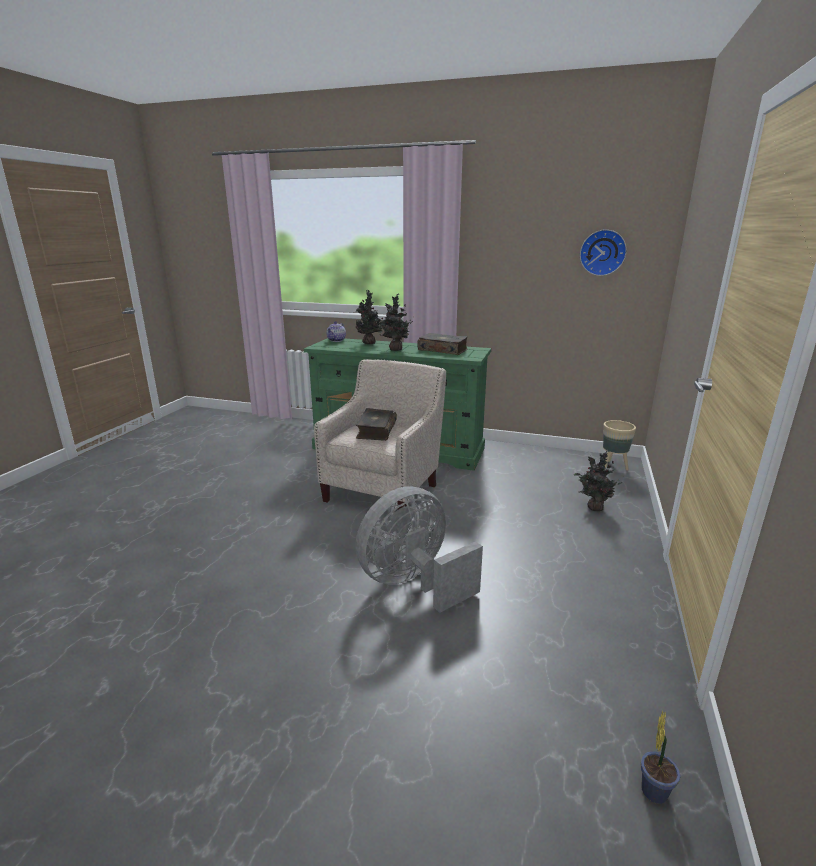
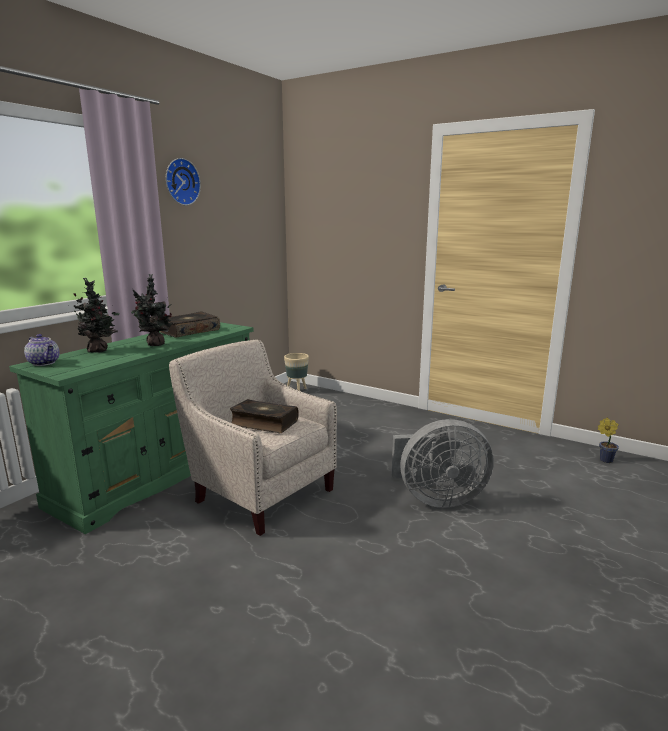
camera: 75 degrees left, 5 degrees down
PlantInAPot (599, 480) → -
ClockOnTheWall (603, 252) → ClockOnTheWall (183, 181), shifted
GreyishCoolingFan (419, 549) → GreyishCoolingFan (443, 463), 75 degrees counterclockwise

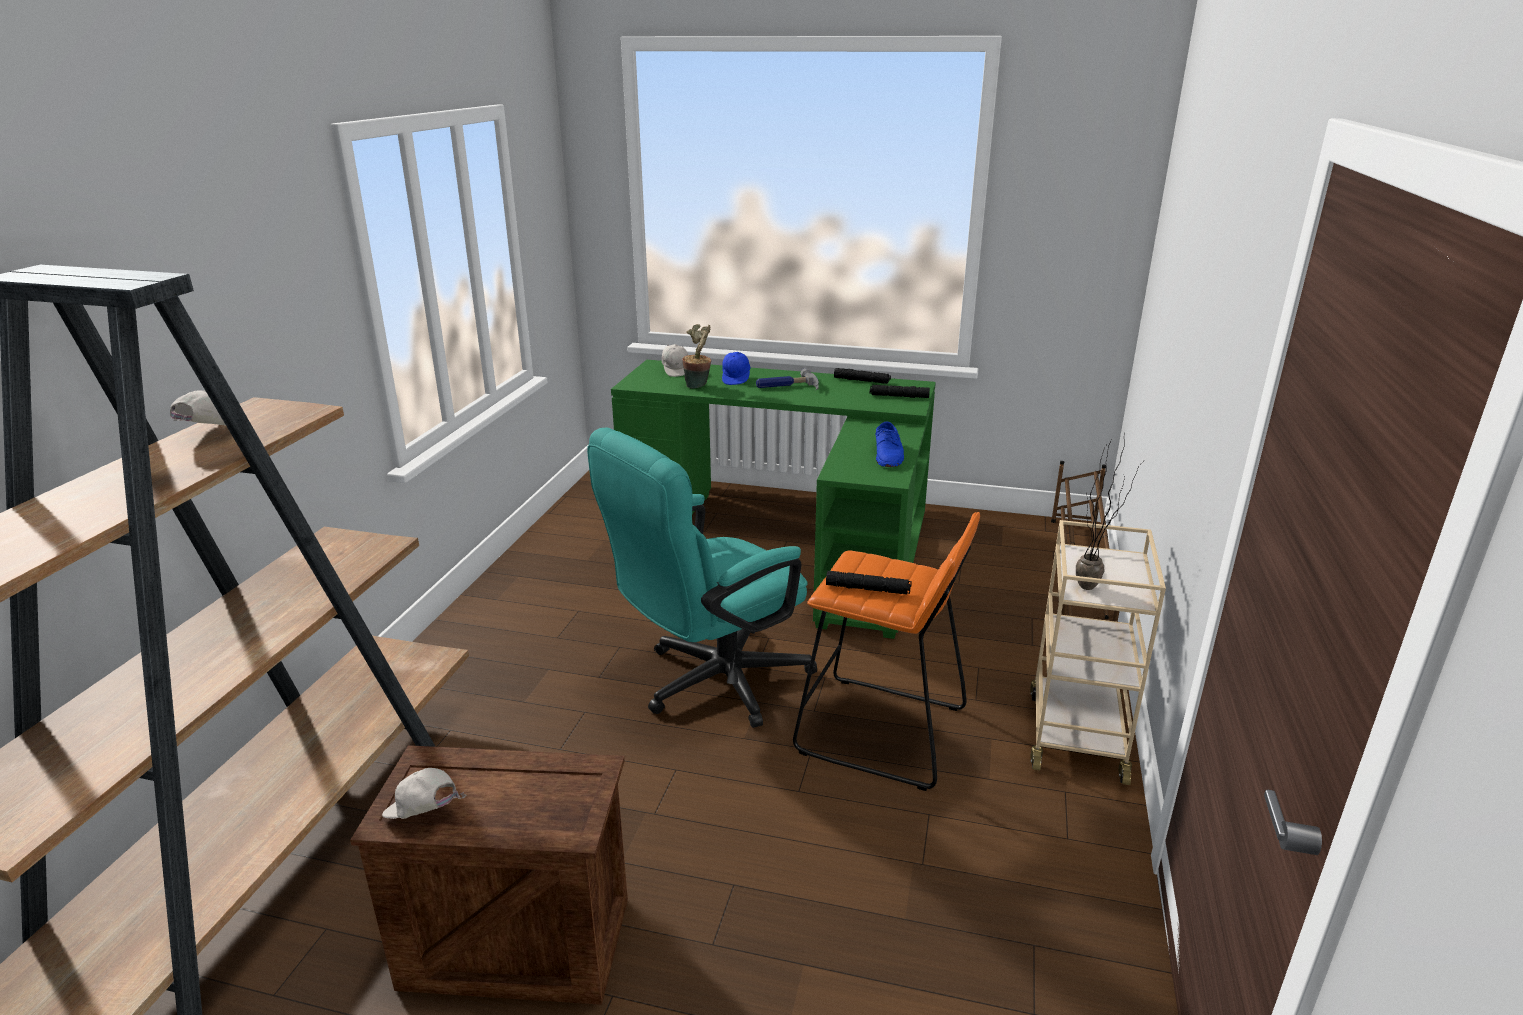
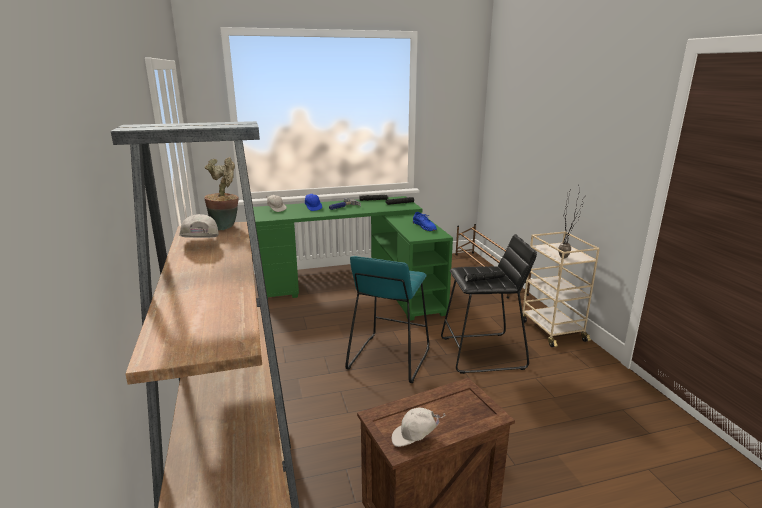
camera: 30 degrees left, 5 degrees down
PlantInAPot (696, 356) → PlantInAPot (221, 193), shifted
TurquoiseComputerChair (702, 577) → TurquoiseStoolSeat (387, 319)
OrangeColouredStoolSeat (886, 651) → BlackStoolSeat (489, 304)

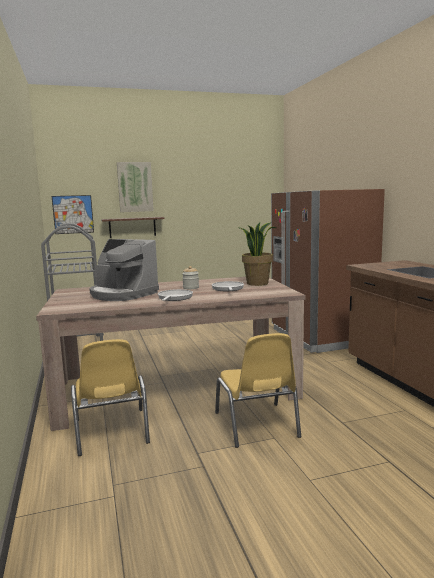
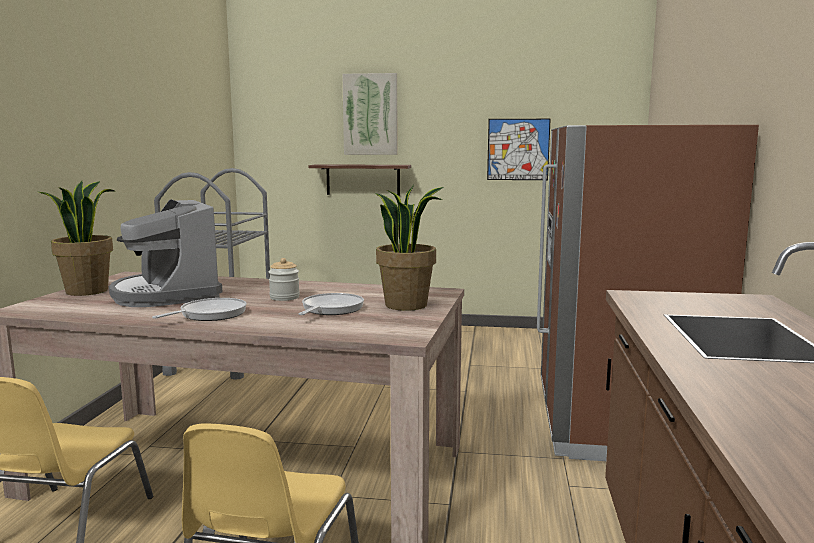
camera: 25 degrees right, 0 degrees up
- → PlantInAPot (77, 238)
Picture (73, 214) → Picture (519, 149), shifted

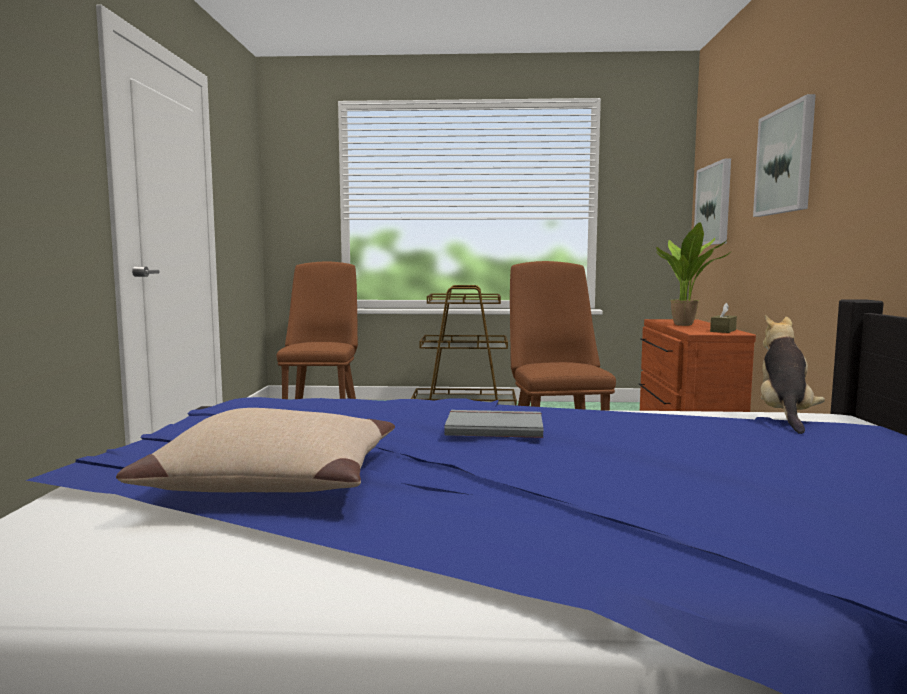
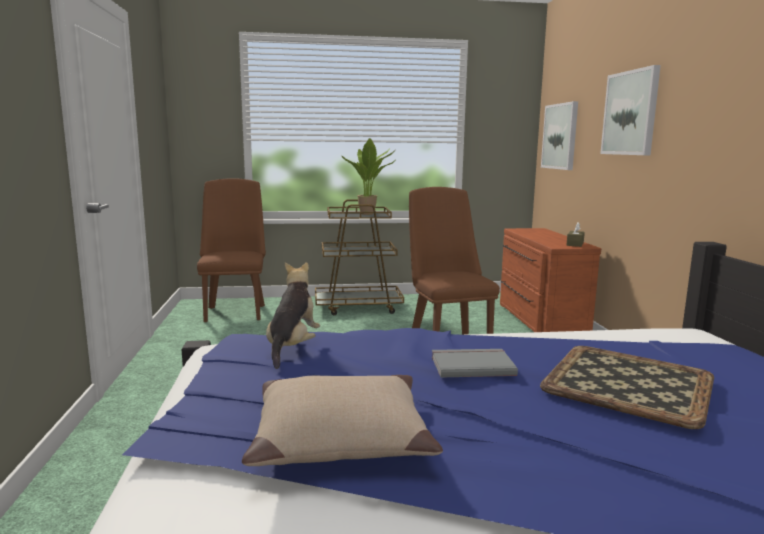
camera: 10 degrees left, 5 degrees up
- → ServingTray (627, 387)
PlantInAPot (693, 274) → PlantInAPot (369, 176), shifted
SoftToy (793, 374) → SoftToy (293, 315), shifted

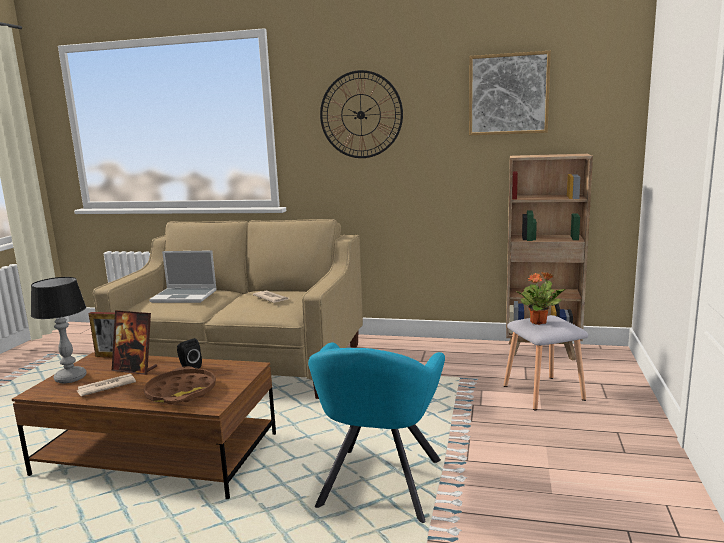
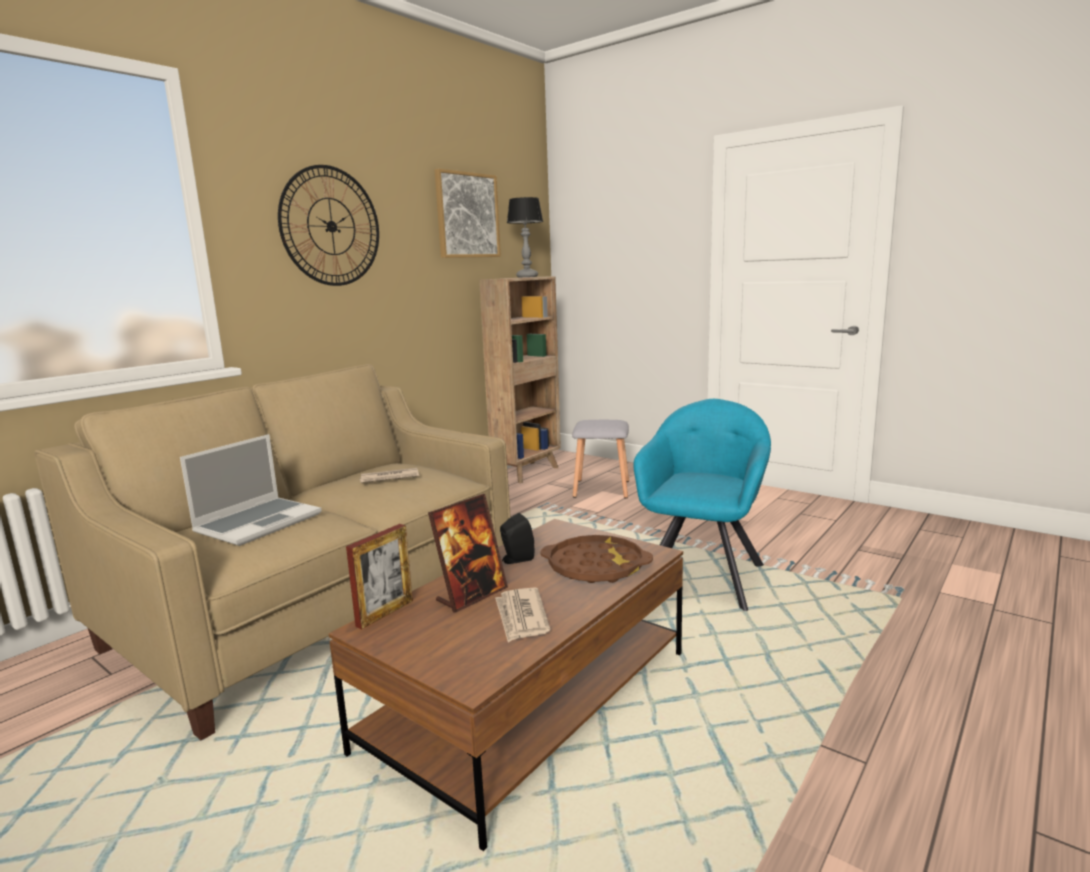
camera: 65 degrees left, 0 degrees up
PlantInAPot (540, 298) → -
TableLamp (59, 330) → TableLamp (525, 237), shifted
TurquoiseEasyChair (376, 432) → TurquoiseEasyChair (702, 505), 105 degrees counterclockwise

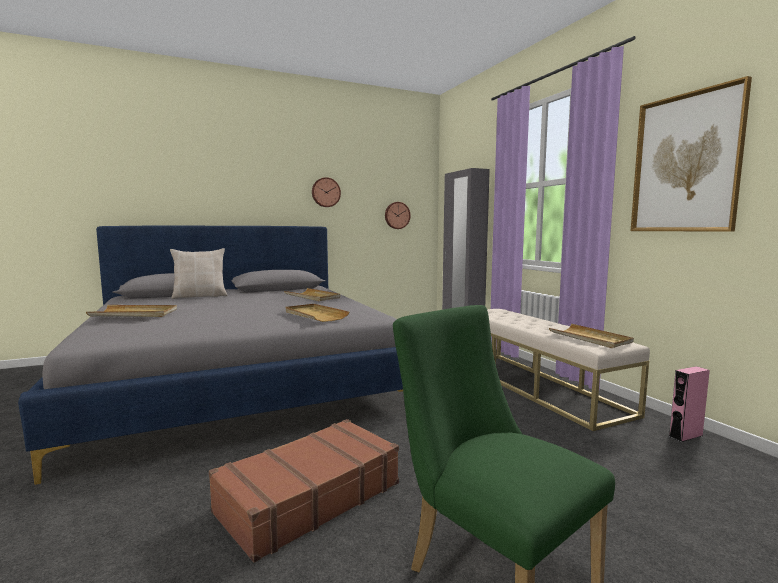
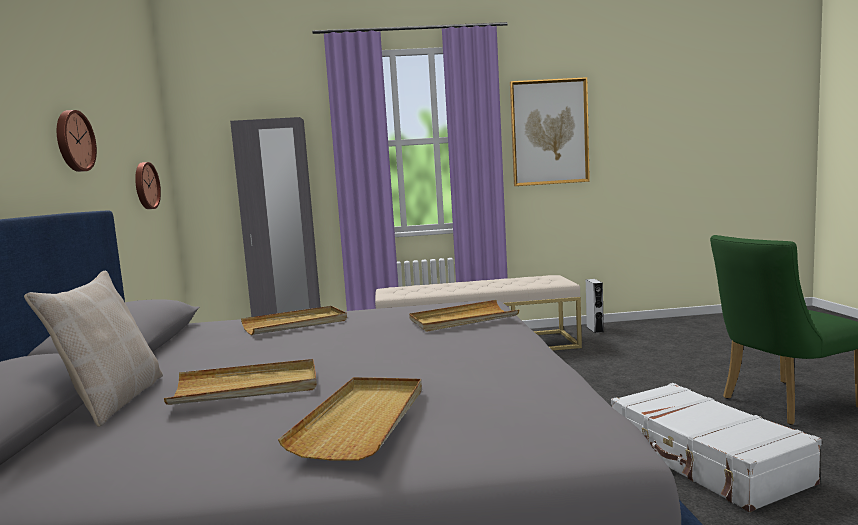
camera: 70 degrees left, 0 degrees up
BeigeColouredServingTray (591, 336) → BeigeColouredServingTray (240, 382), shifted
BrownPieceOfLuggage (304, 491) → WhiteColouredPieceOfLuggage (716, 447)
PinkishLoudspeaker (689, 404) → GreyishLoudspeaker (595, 306)

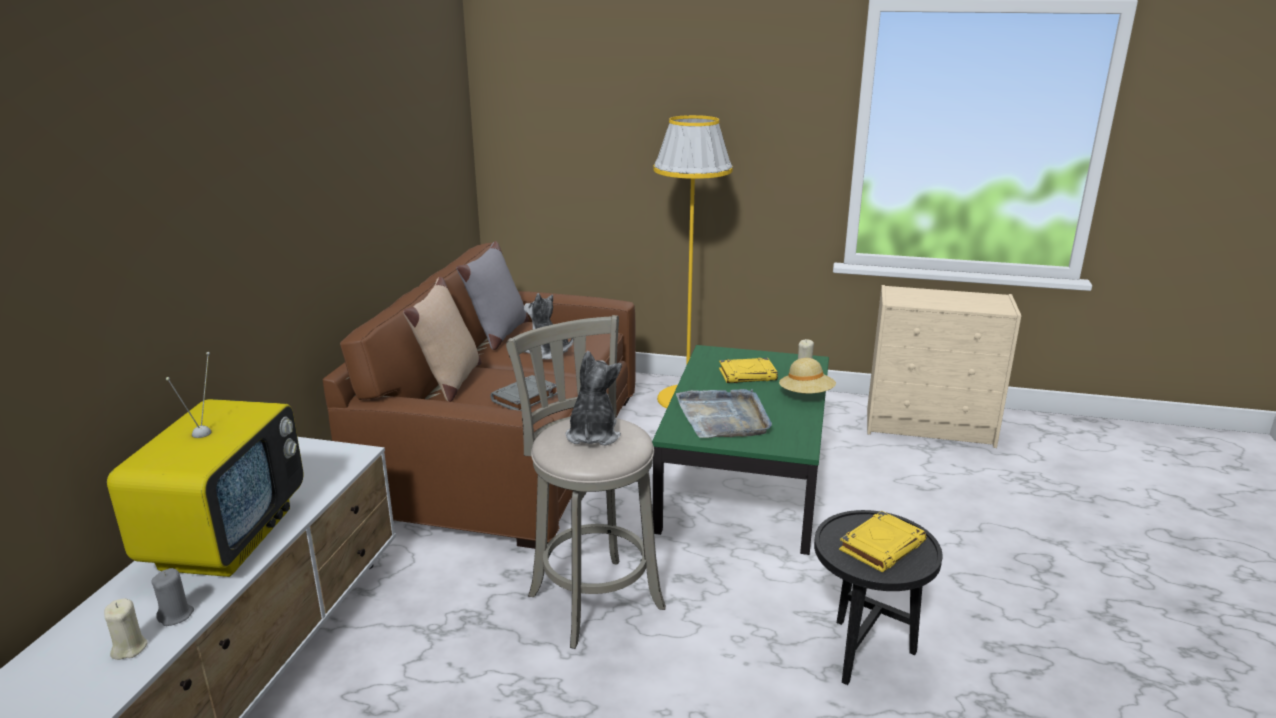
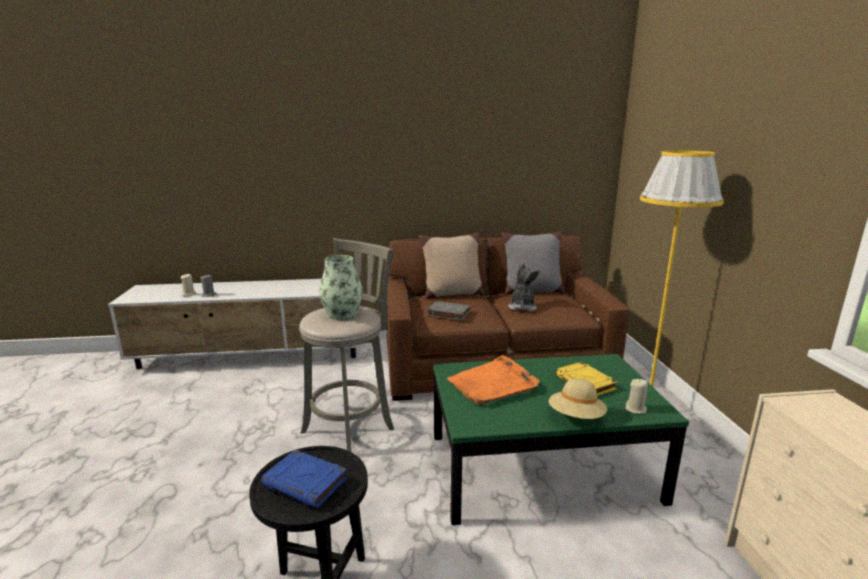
camera: 70 degrees right, 5 degrees down
Tv (205, 464) → -
SoftToy (594, 398) → Vase (341, 287)
GreyishServingTray (724, 413) → OrangeColouredServingTray (493, 380)
YellowishVolume (883, 541) → BluishVolume (304, 479)

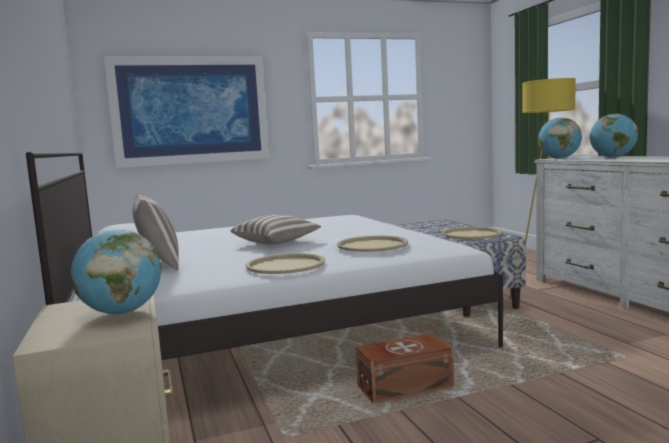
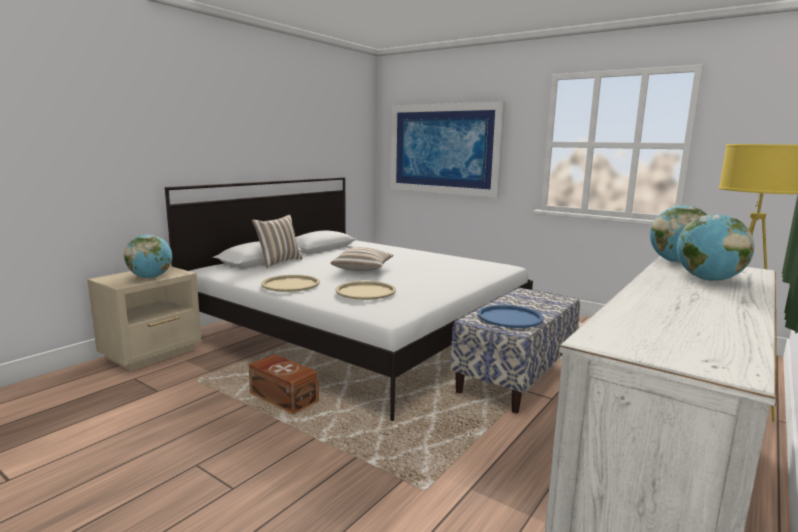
camera: 55 degrees right, 5 degrees up
BeigeColouredServingTray (472, 233) → BluishServingTray (510, 316)

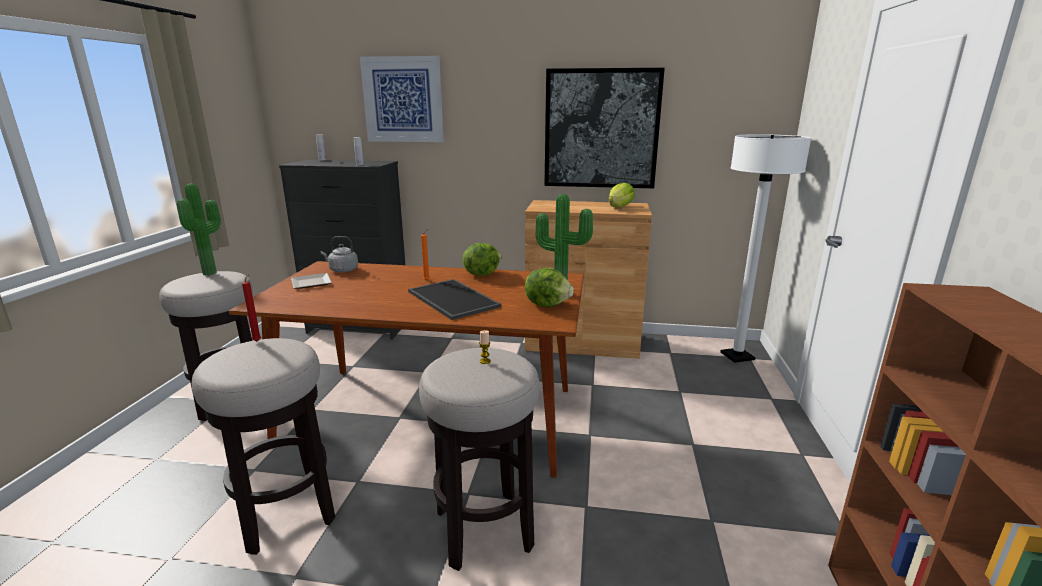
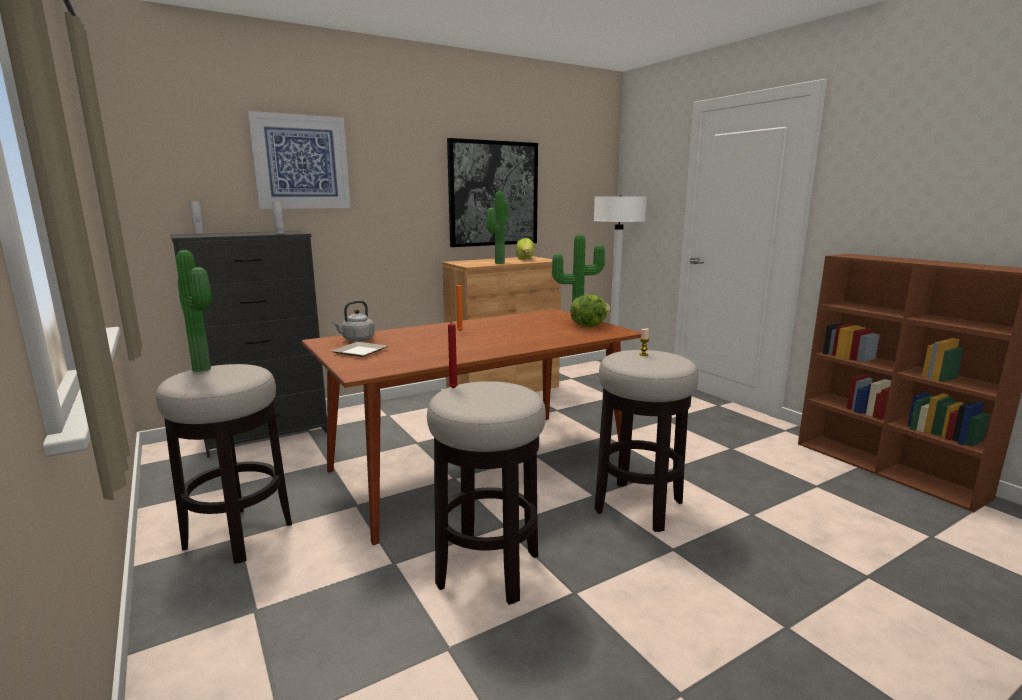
camera: 40 degrees left, 5 degrees down
ServingTray (454, 299) → -
HeadOfLettuce (482, 259) → -
- → PlantInAPot (497, 227)

